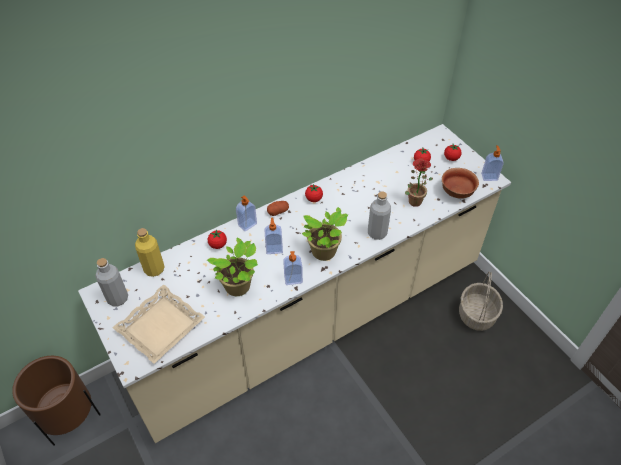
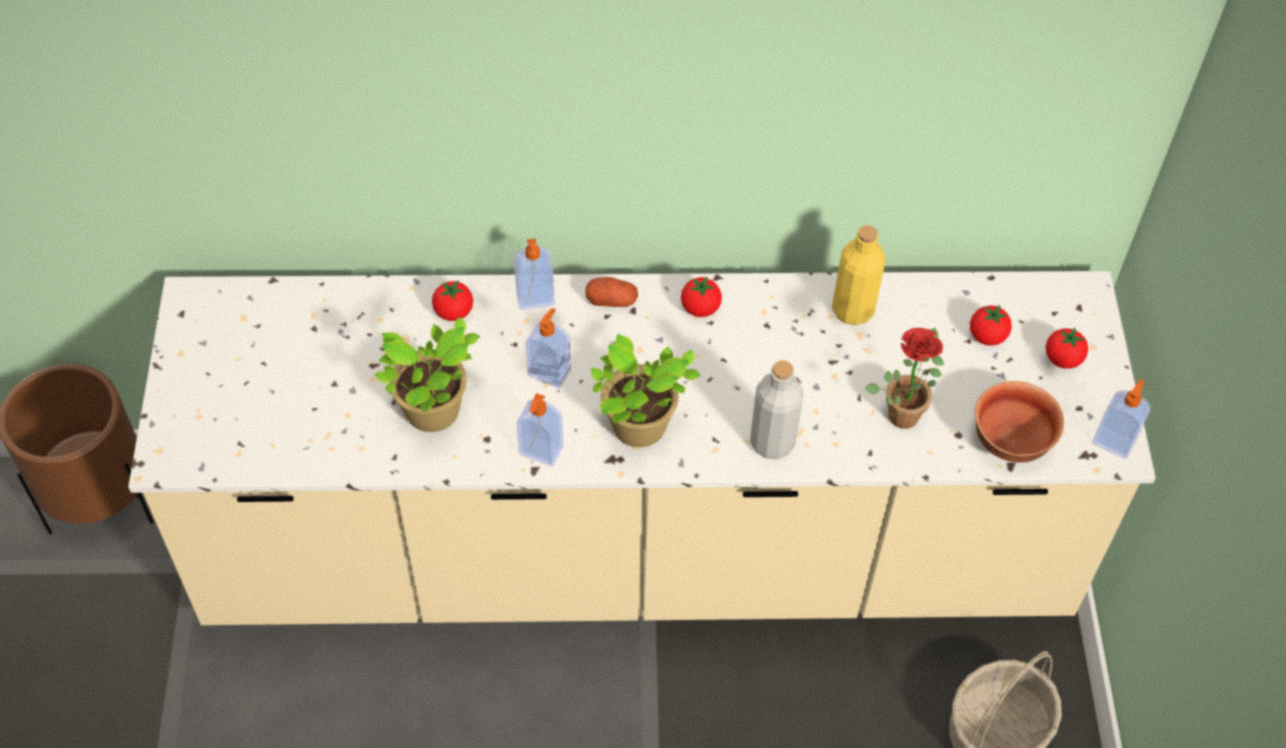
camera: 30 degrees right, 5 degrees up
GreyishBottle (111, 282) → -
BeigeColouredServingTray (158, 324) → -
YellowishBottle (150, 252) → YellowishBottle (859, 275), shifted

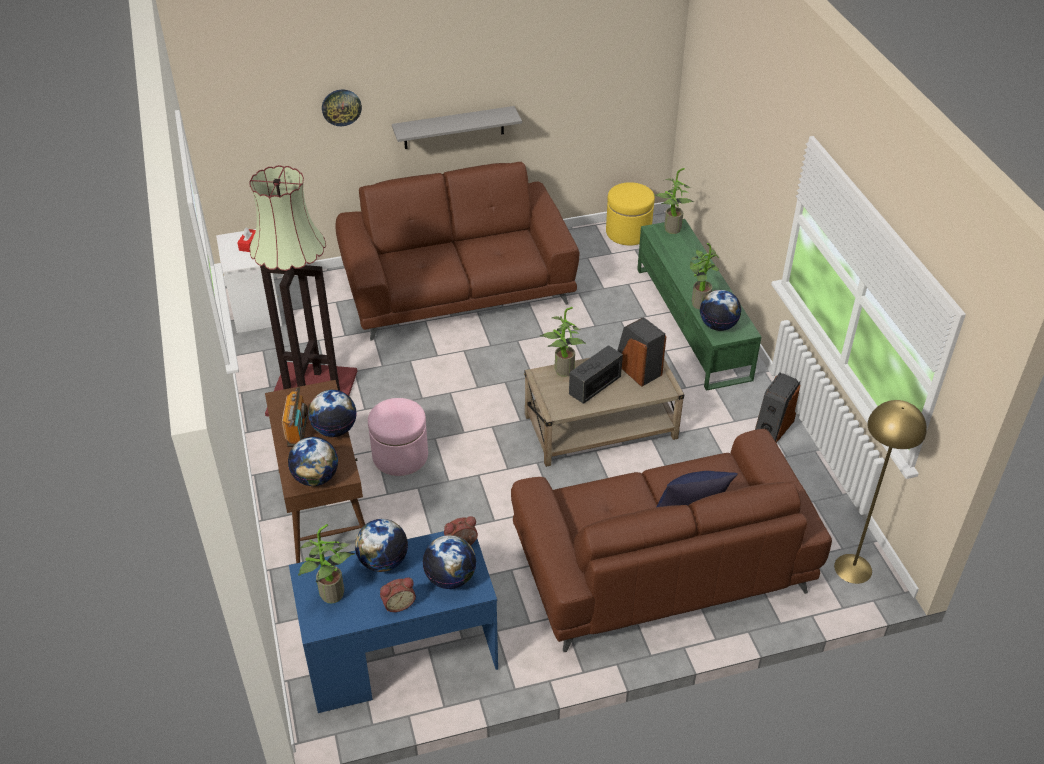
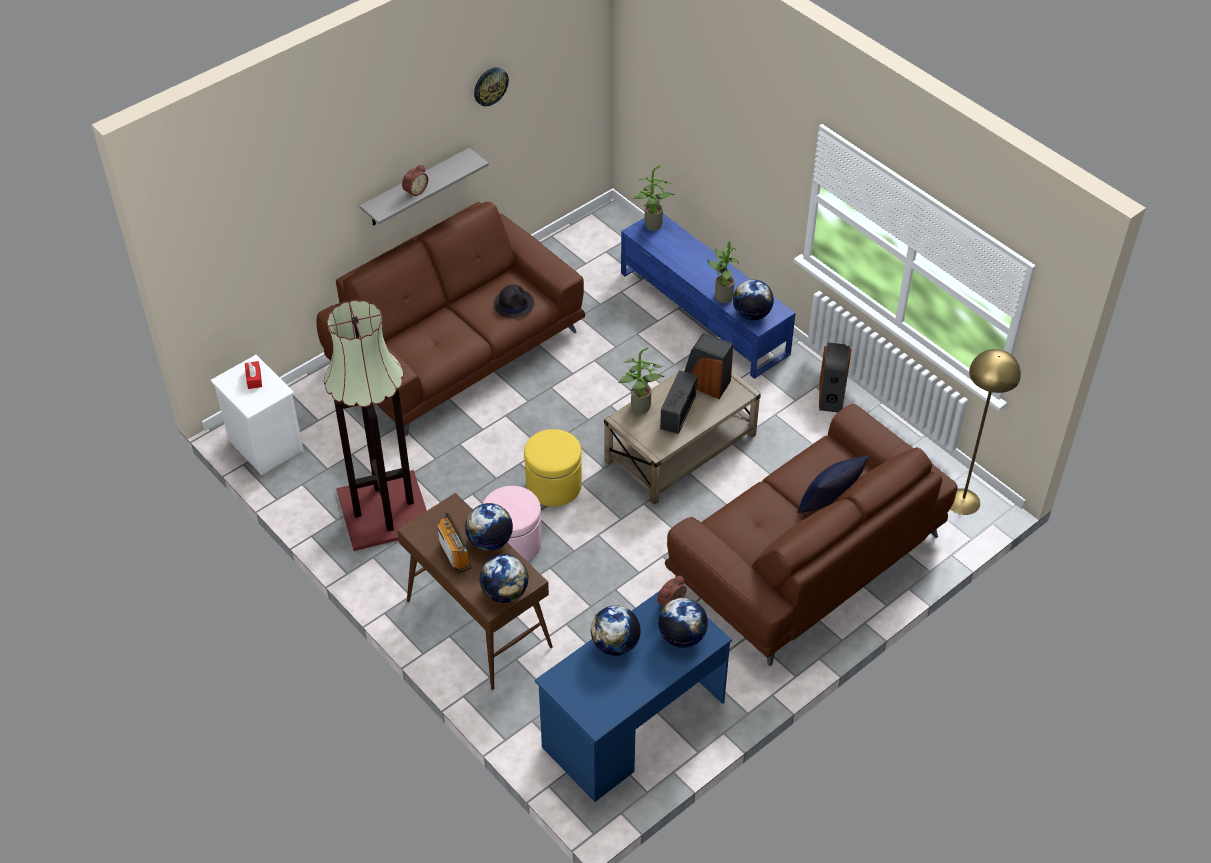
camera: 25 degrees left, 5 degrees up
PlantInAPot (326, 563) → -
- → BlackWearableHat (514, 301)
ClockOnTheWall (342, 107) → ClockOnTheWall (491, 86), shifted
AlarmClock (398, 595) → AlarmClock (415, 181), shifted
YellowishFootrest (630, 214) → YellowishFootrest (553, 468), shifted
GreenishTvUnit (699, 305) → BluishTvUnit (708, 296)

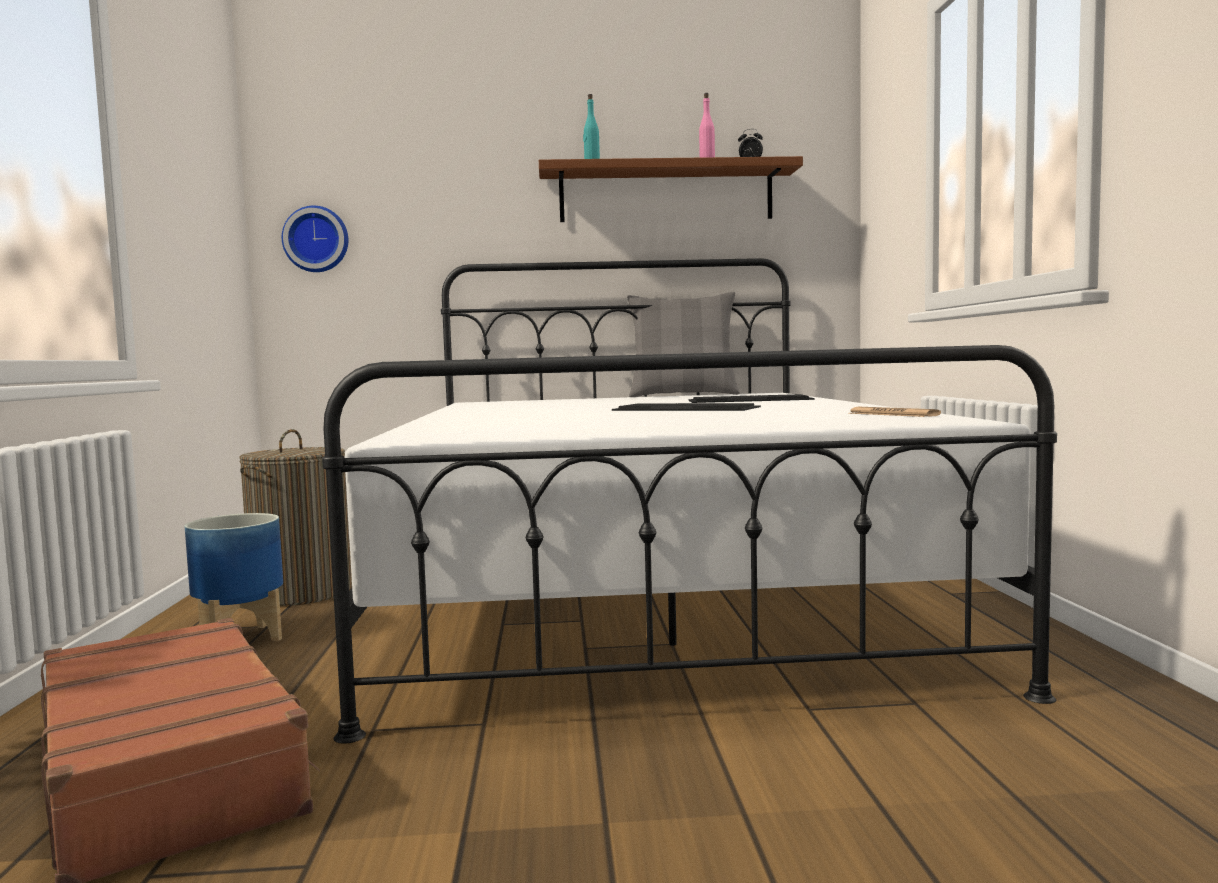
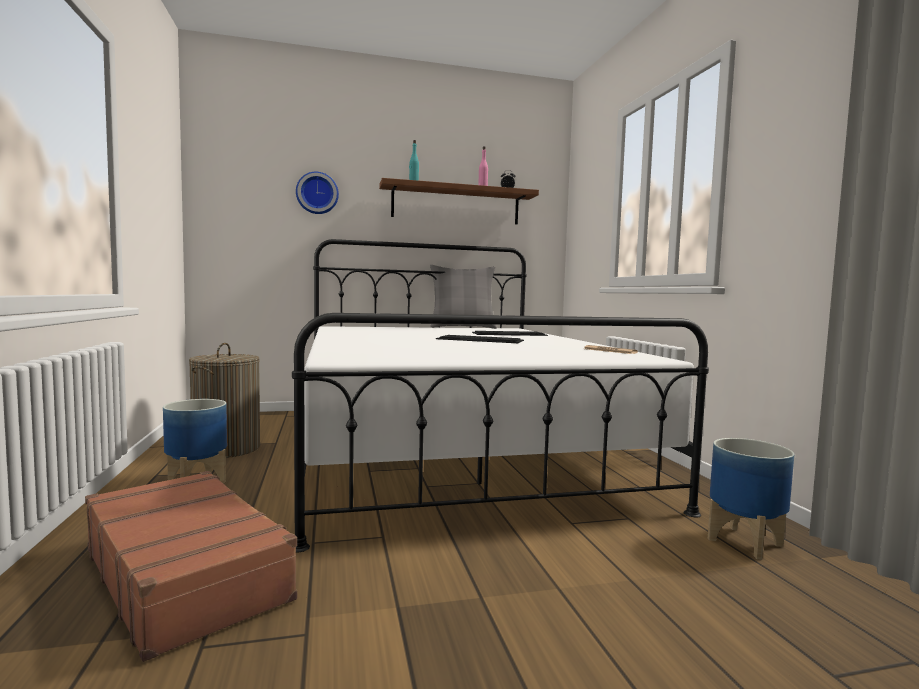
camera: 10 degrees left, 0 degrees up
- → Planter (751, 499)
ClockOnTheWall (315, 239) → ClockOnTheWall (317, 193), shifted

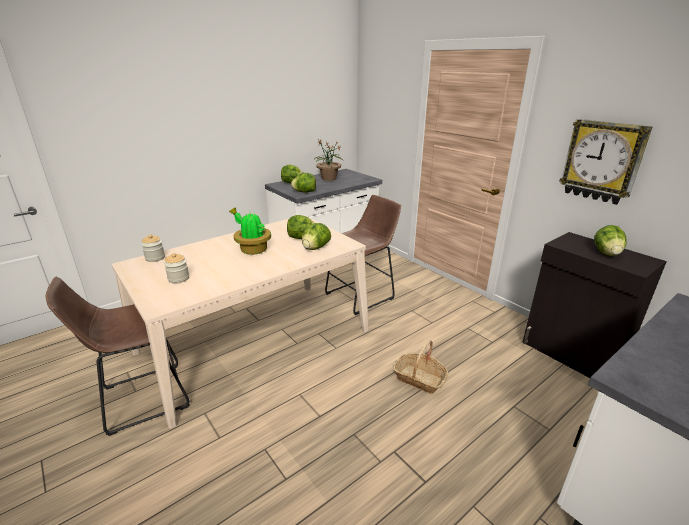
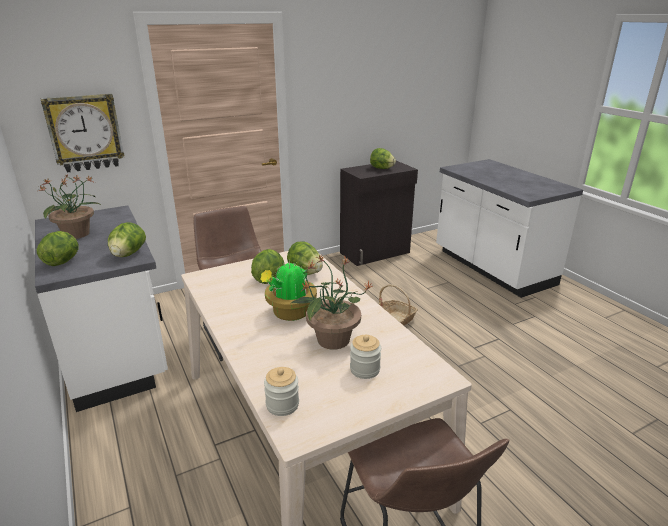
camera: 80 degrees left, 0 degrees up
- → PlantInAPot (331, 302)
ClockOnTheWall (606, 162) → ClockOnTheWall (82, 133), shifted

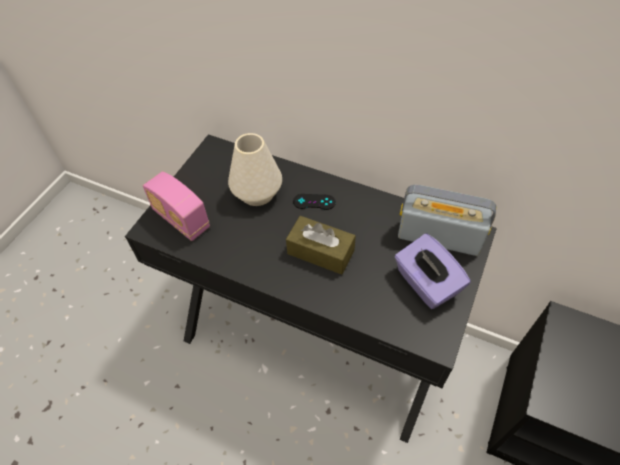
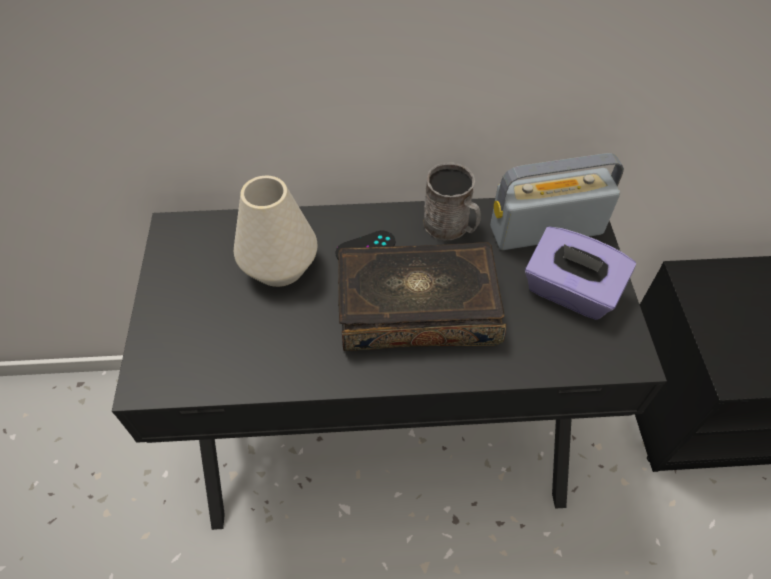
camera: 30 degrees left, 0 degrees up
RadioReceiver (176, 206) → -
- → GreyishTeaMug (452, 201)
BrownBoxOfTissues (321, 245) → Volume (422, 296)

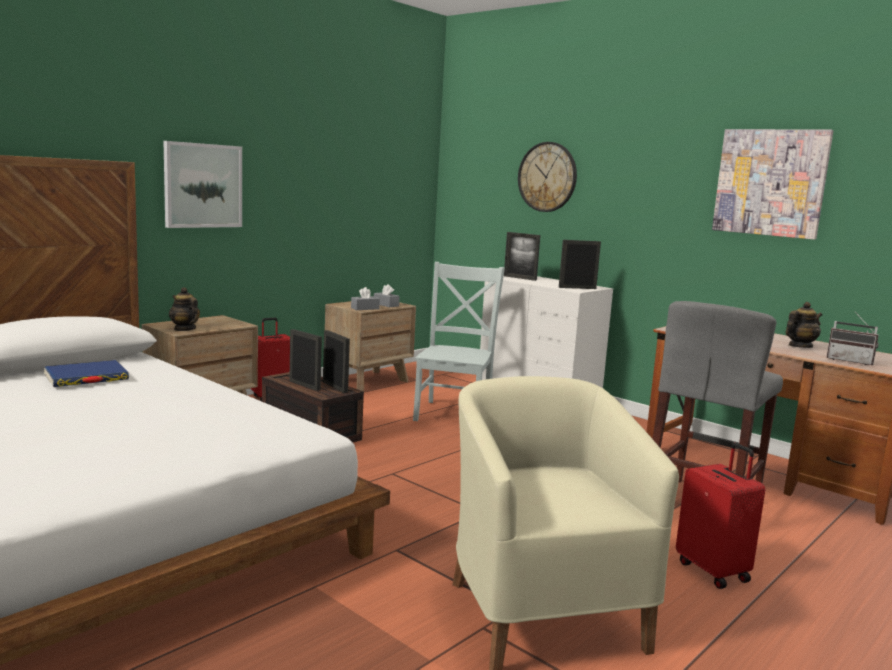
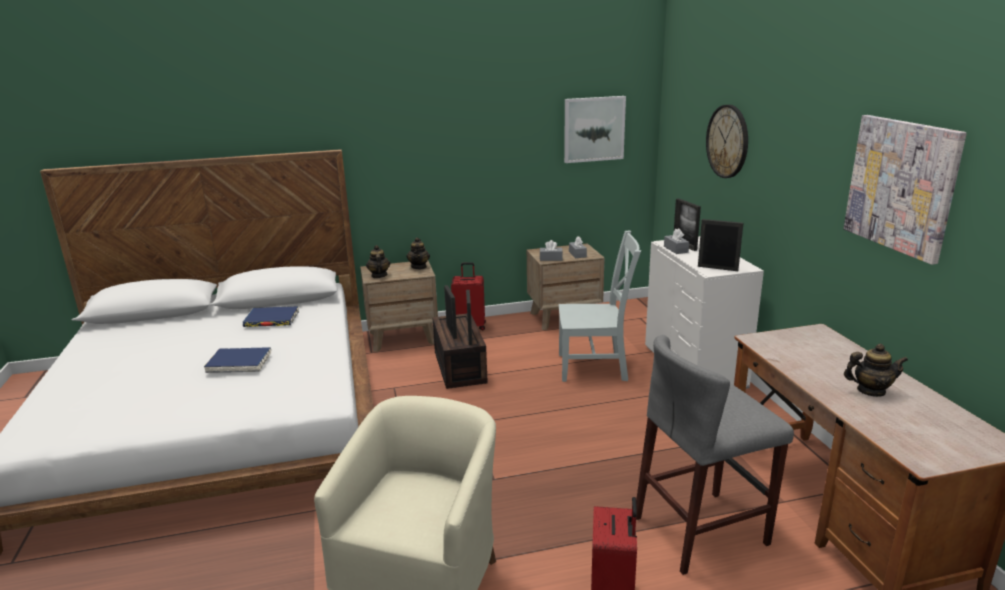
camera: 35 degrees right, 10 degrees up
RadioReceiver (852, 338) → -
- → BluishVolume (237, 360)
- → TeaPot (418, 253)
- → GreyishBoxOfTissues (676, 241)
Picture (203, 184) → Picture (595, 129), shifted
GreyishUprightChair (459, 341) → GreyishUprightChair (600, 306), 45 degrees clockwise

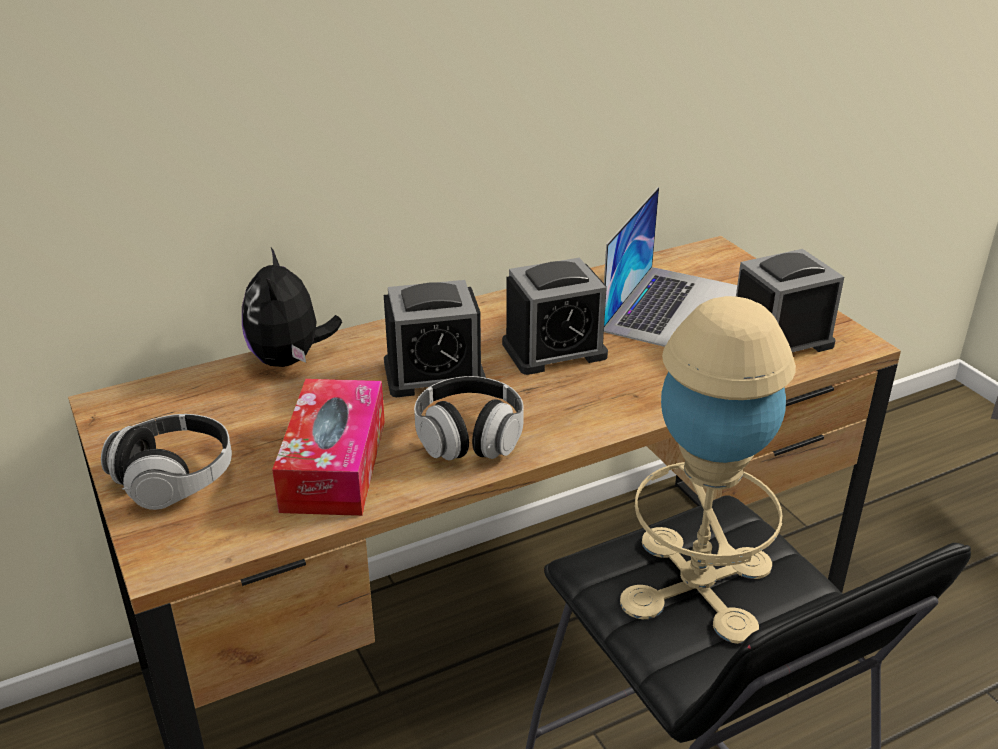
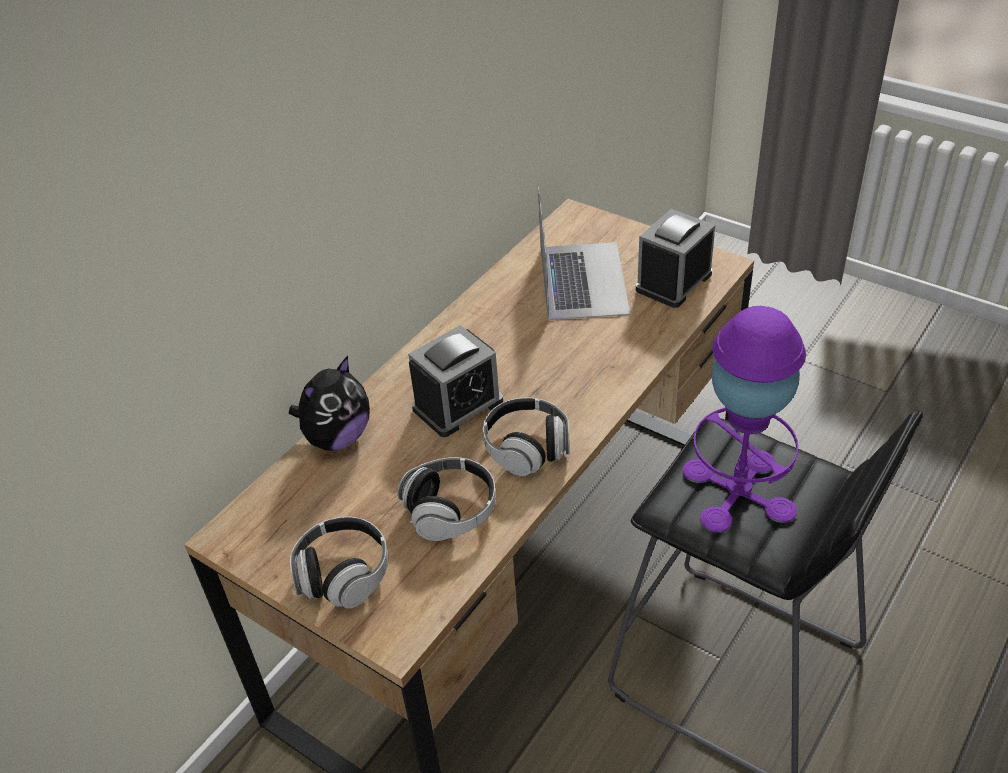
camera: 25 degrees left, 10 degrees up
AlarmClock (555, 316) → -
BoxOfTissues (328, 447) → PairOfHeadphones (447, 499)
BeigeColouredTableLamp (708, 470) → PurplishTableLamp (744, 419)
SoftToy (292, 307) → SoftToy (329, 403), 105 degrees counterclockwise

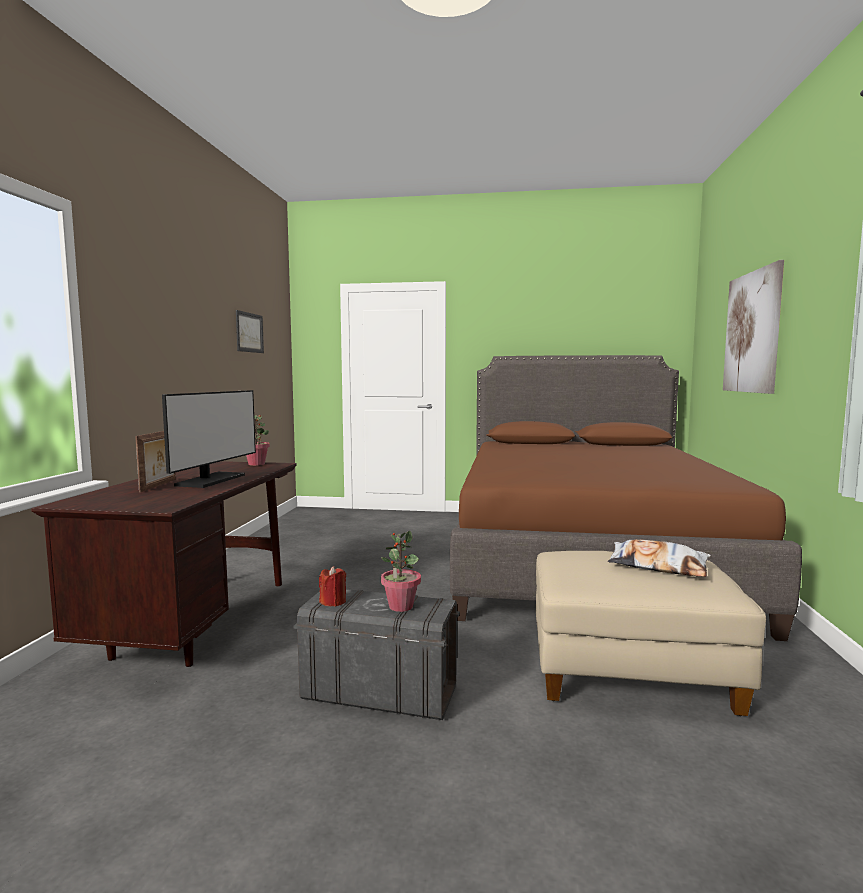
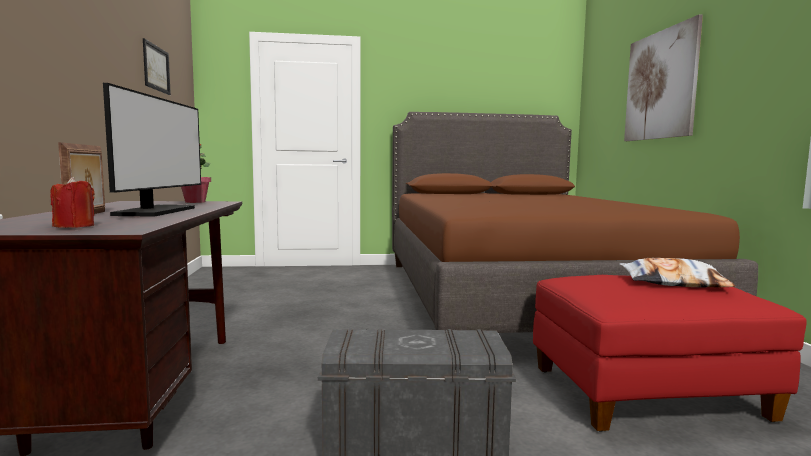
camera: 15 degrees left, 0 degrees up
PlantInAPot (401, 571) → -
RedWaxCandle (332, 586) → RedWaxCandle (72, 202), shifted
BeigeColouredFootrest (651, 633) → RedFootrest (670, 353)

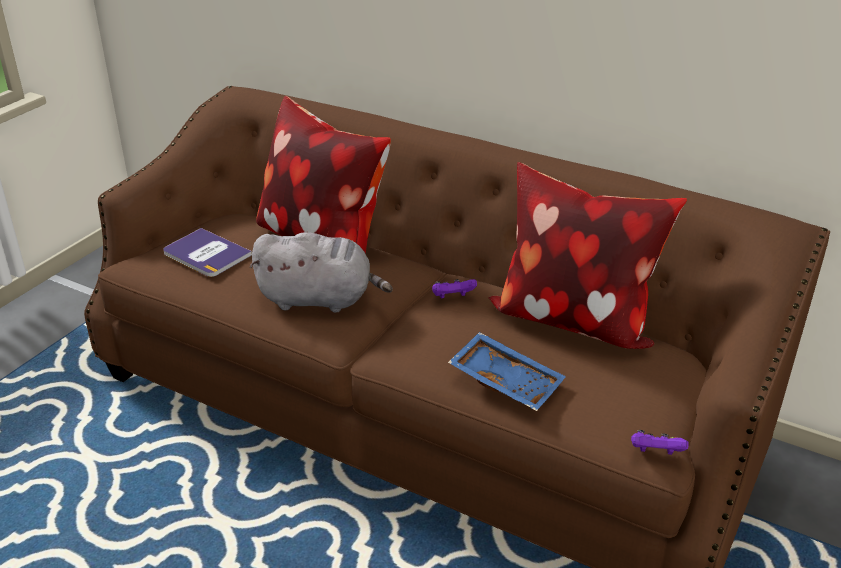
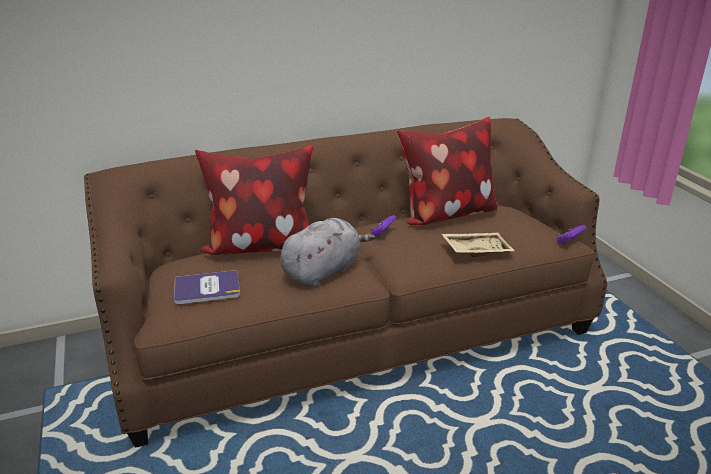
camera: 50 degrees left, 5 degrees down
BluishServingTray (507, 371) → BeigeColouredServingTray (478, 245)

